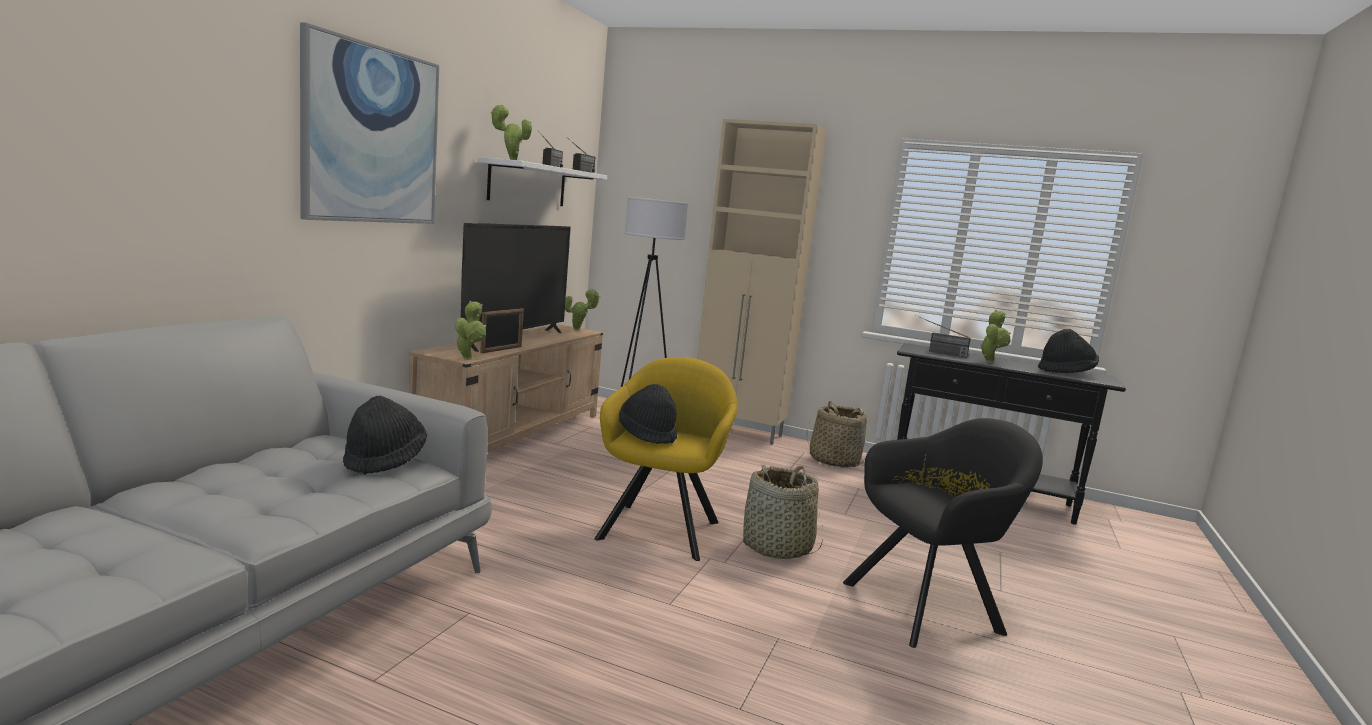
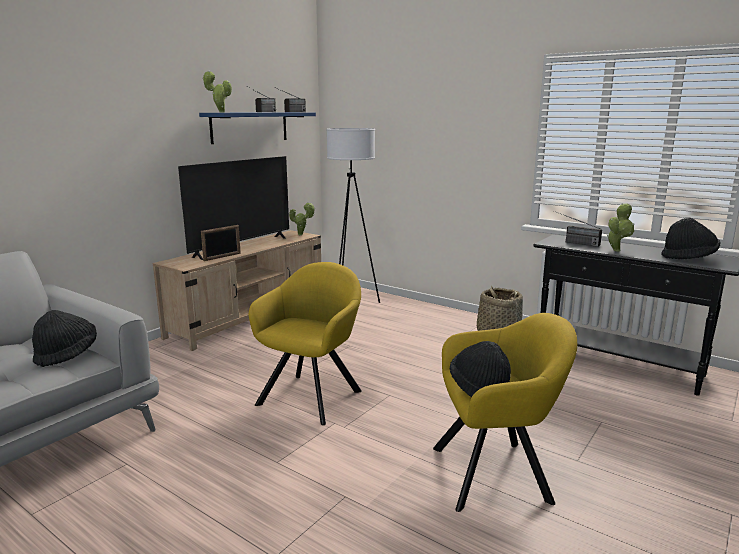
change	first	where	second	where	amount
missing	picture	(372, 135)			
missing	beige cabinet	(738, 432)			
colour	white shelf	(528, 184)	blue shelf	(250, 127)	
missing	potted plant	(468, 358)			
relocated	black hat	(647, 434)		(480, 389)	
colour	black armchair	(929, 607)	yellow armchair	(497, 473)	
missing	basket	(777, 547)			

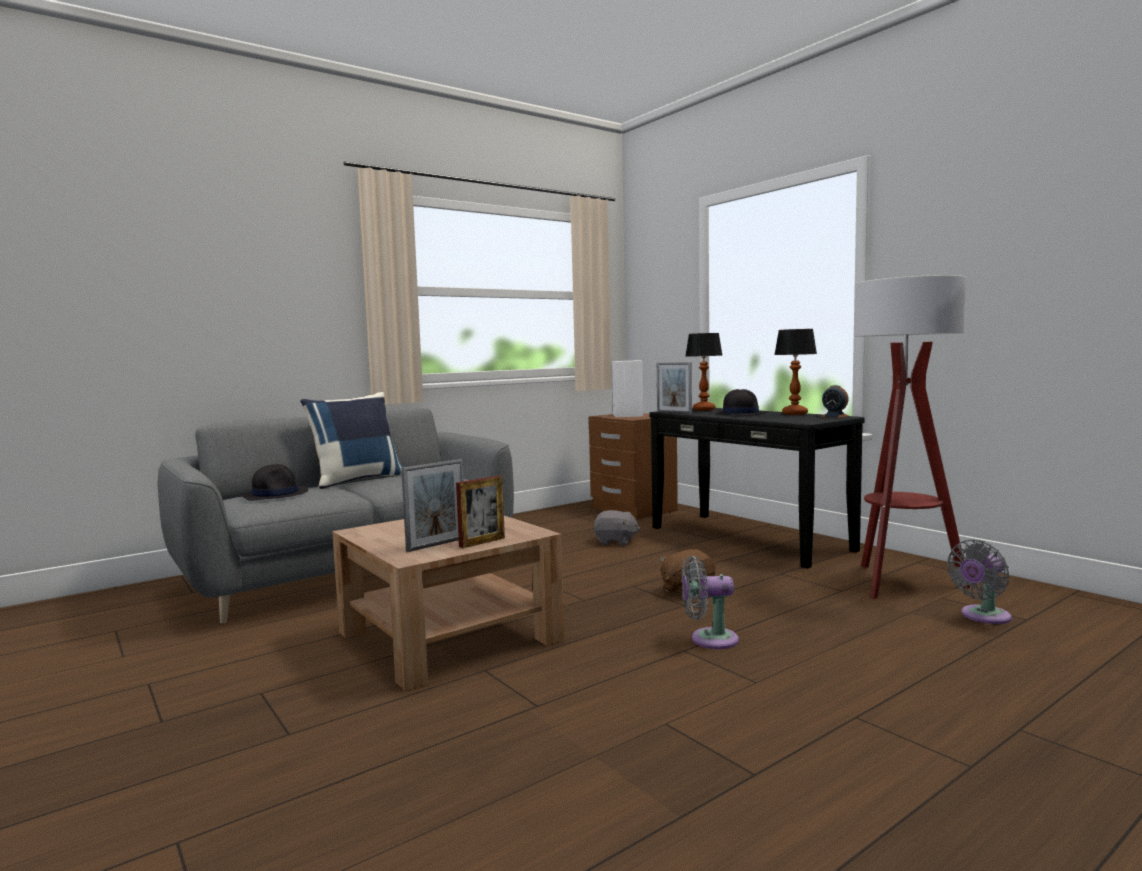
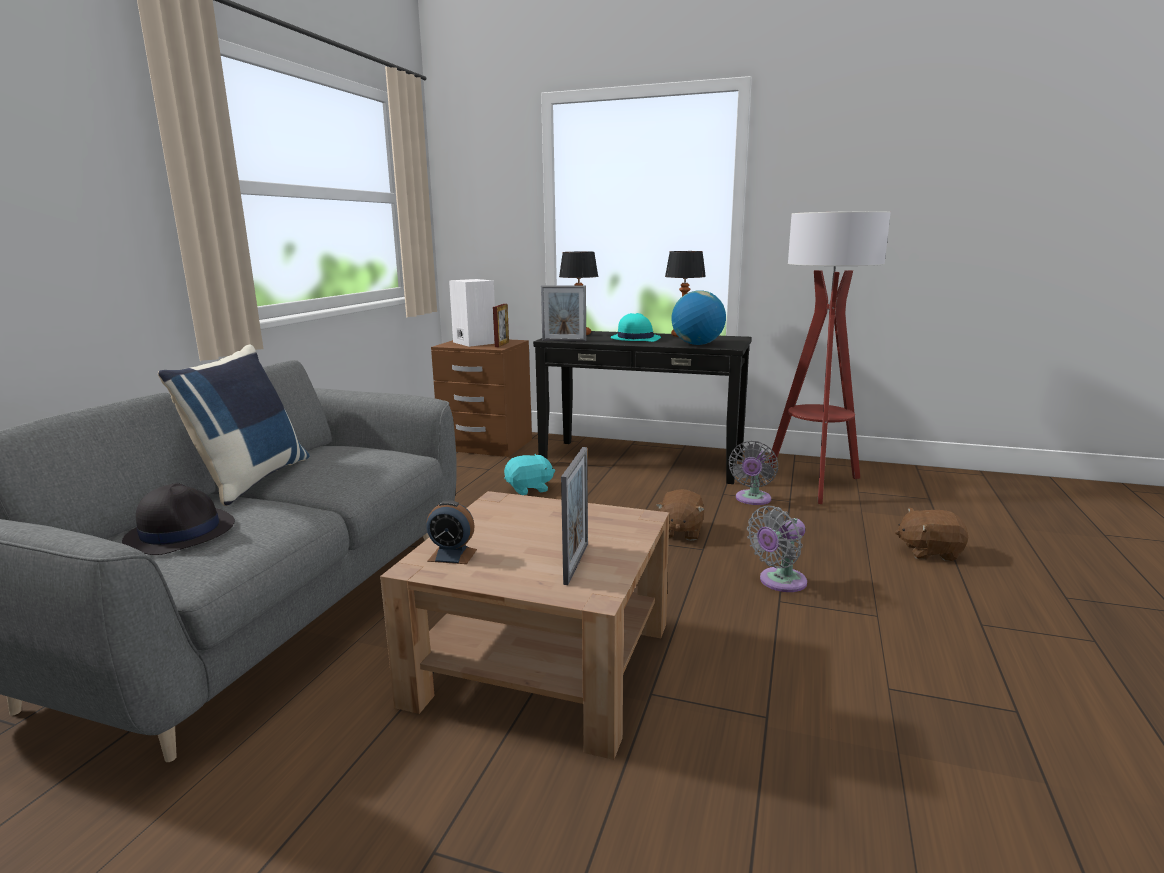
change	first	where	second	where	amount
relocated	alarm clock	(834, 416)		(452, 555)	
colour	black hat	(740, 413)	turquoise hat	(635, 338)	
relocated	picture frame	(482, 542)		(502, 344)	
colour	grey plush toy	(615, 542)	turquoise plush toy	(529, 489)	
relocated	grey fan	(982, 616)		(752, 499)	
appeared			globe	(697, 344)	
appeared			brown plush toy	(929, 552)	

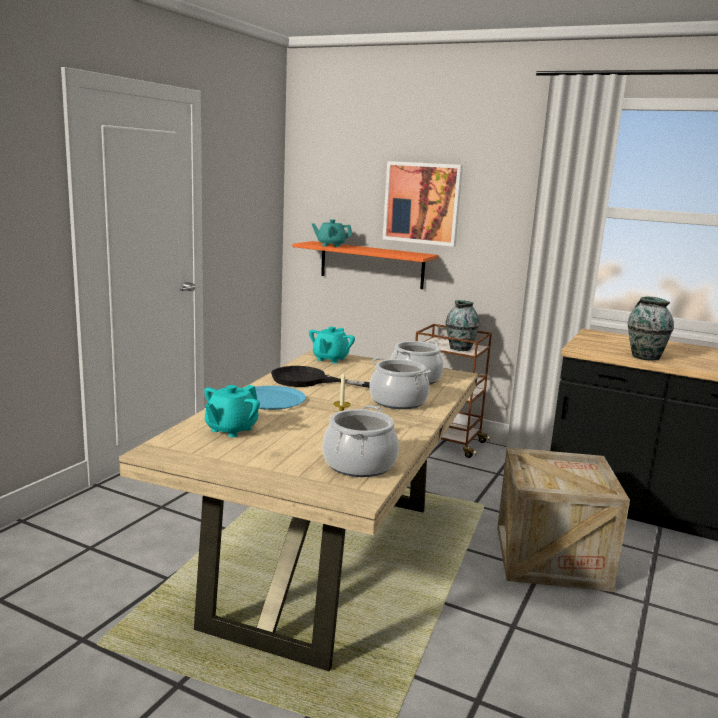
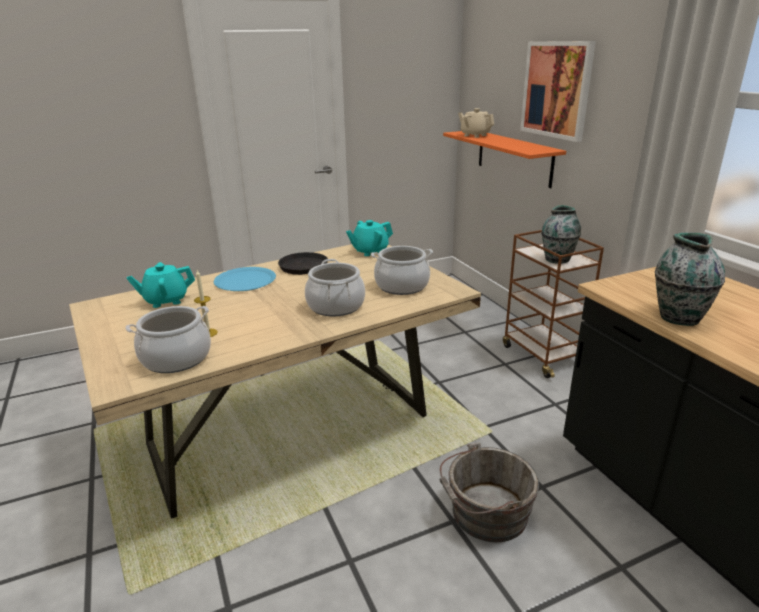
change	first	where	second	where	amount
colour	turquoise teapot	(331, 245)	beige teapot	(475, 135)	
exchanged	crate	(551, 557)	grey bucket	(485, 513)	

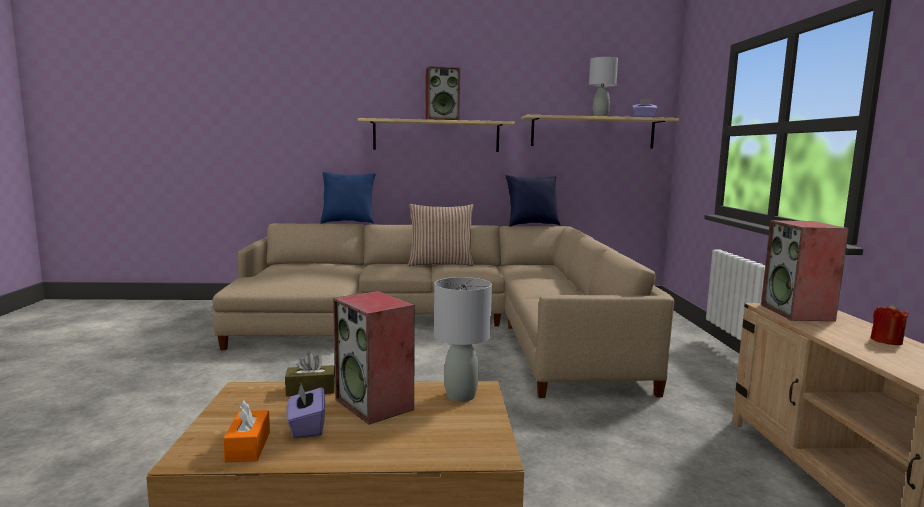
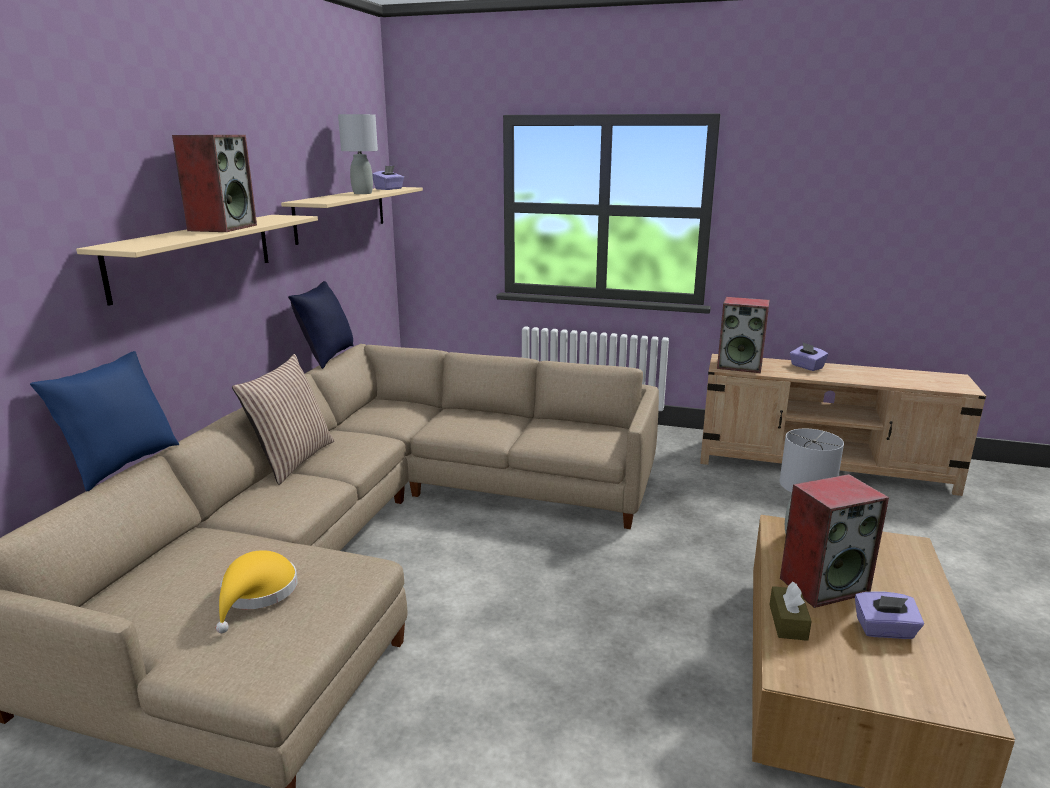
change	first	where	second	where	amount
exchanged	red candle	(886, 341)	purple tissue box	(806, 367)	
missing	orange tissue box	(248, 446)			
appeared			yellow hat	(257, 594)	

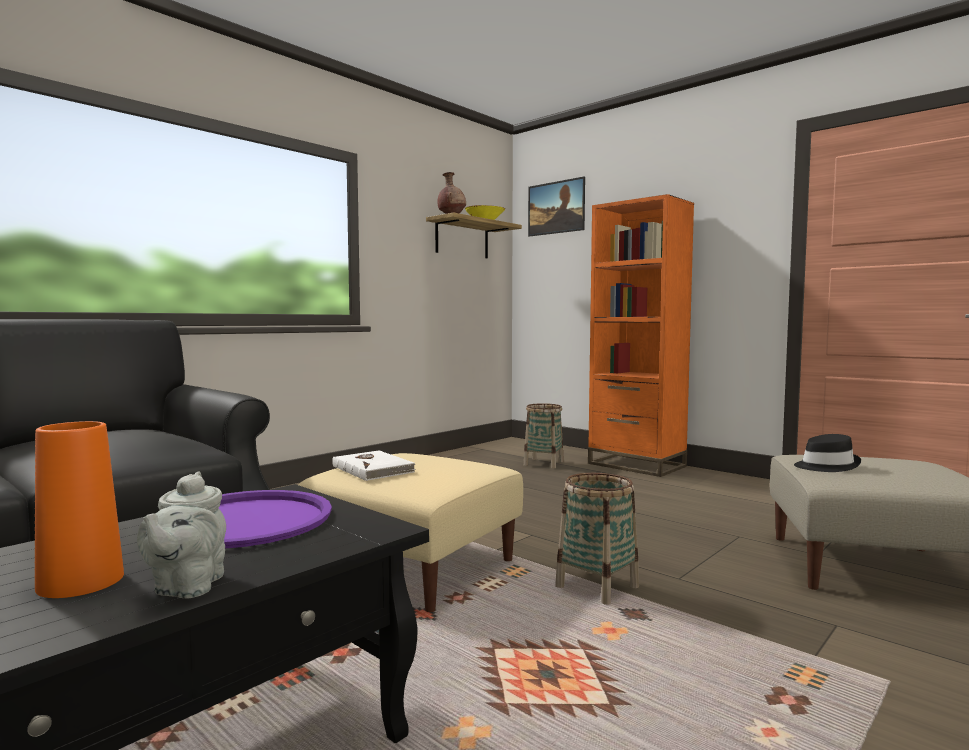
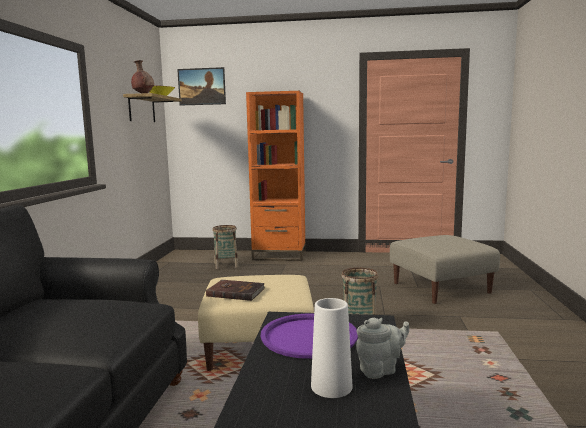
change	first	where	second	where	amount
colour	orange vase	(80, 581)	white vase	(331, 386)	
missing	black hat	(825, 466)			
colour	white book	(373, 469)	brown book	(235, 292)	
spun	grey teapot	(187, 587)		(380, 370)	75 degrees counterclockwise

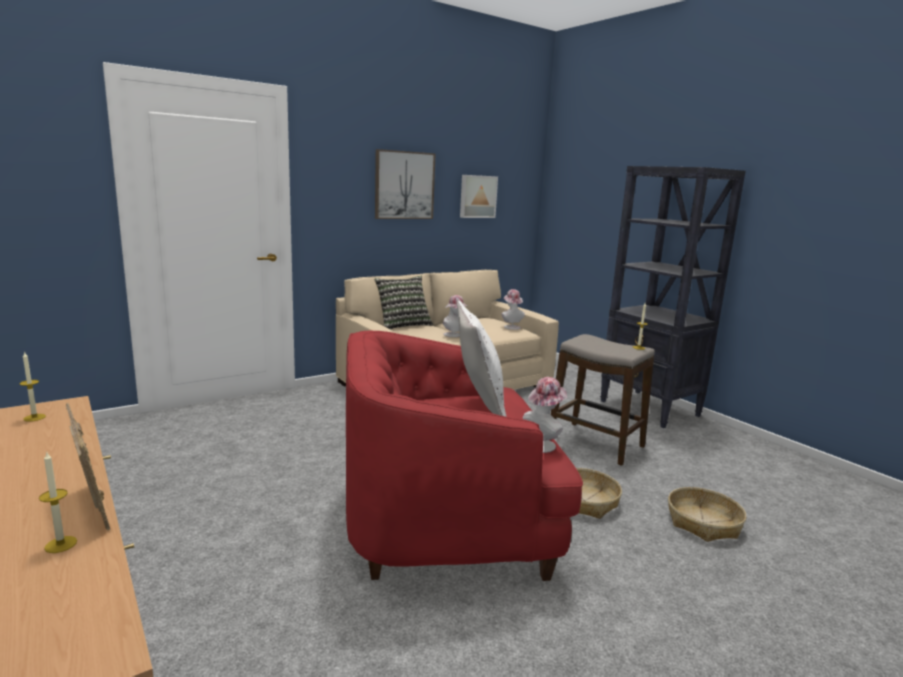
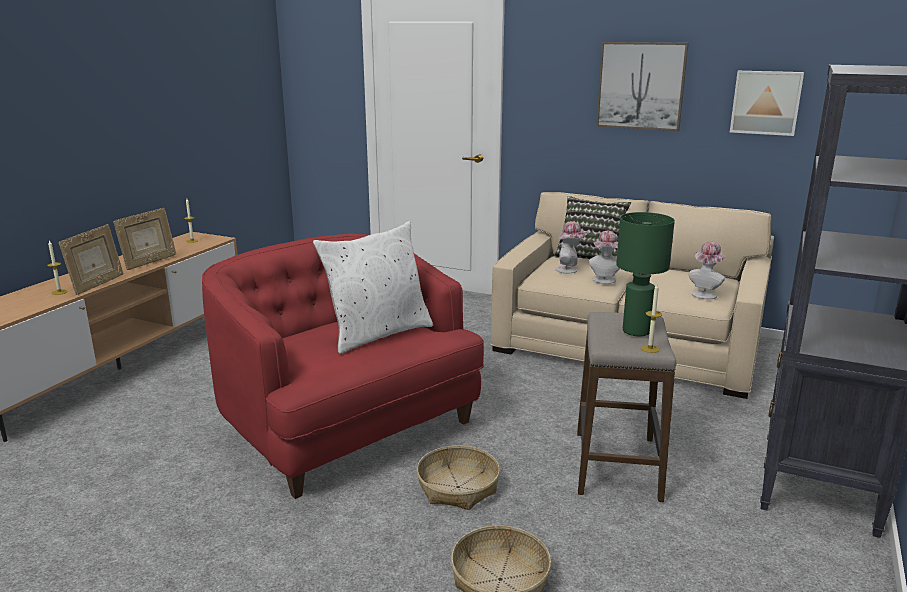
change	first	where	second	where	amount
relocated	hat	(542, 444)		(569, 270)	
appeared			picture frame	(149, 262)	
appeared			green table lamp	(637, 331)	

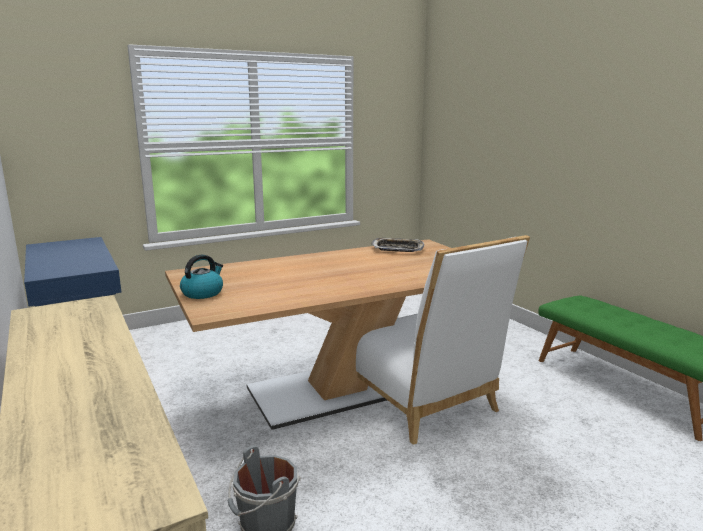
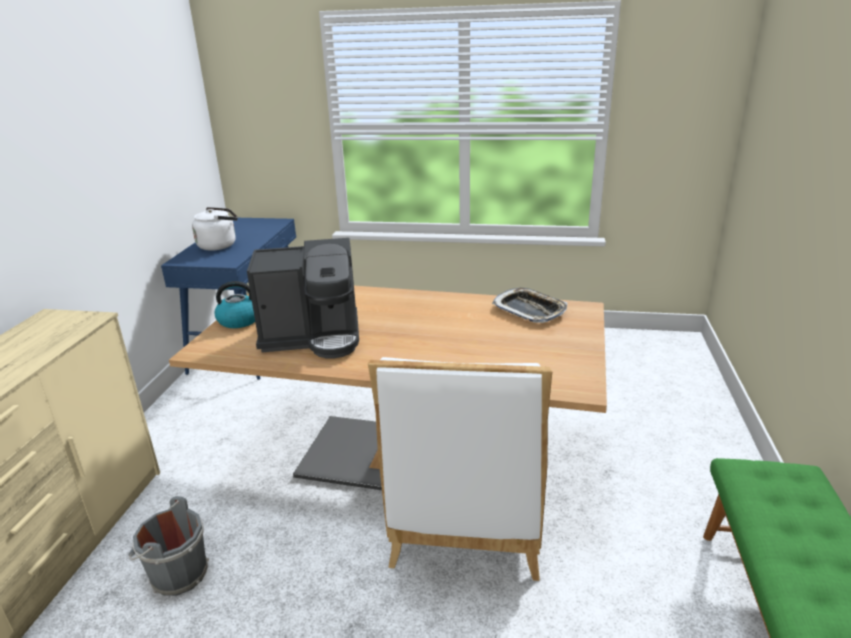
change	first	where	second	where	amount
appeared			white kettle	(219, 245)	
appeared			coffee machine	(313, 337)	

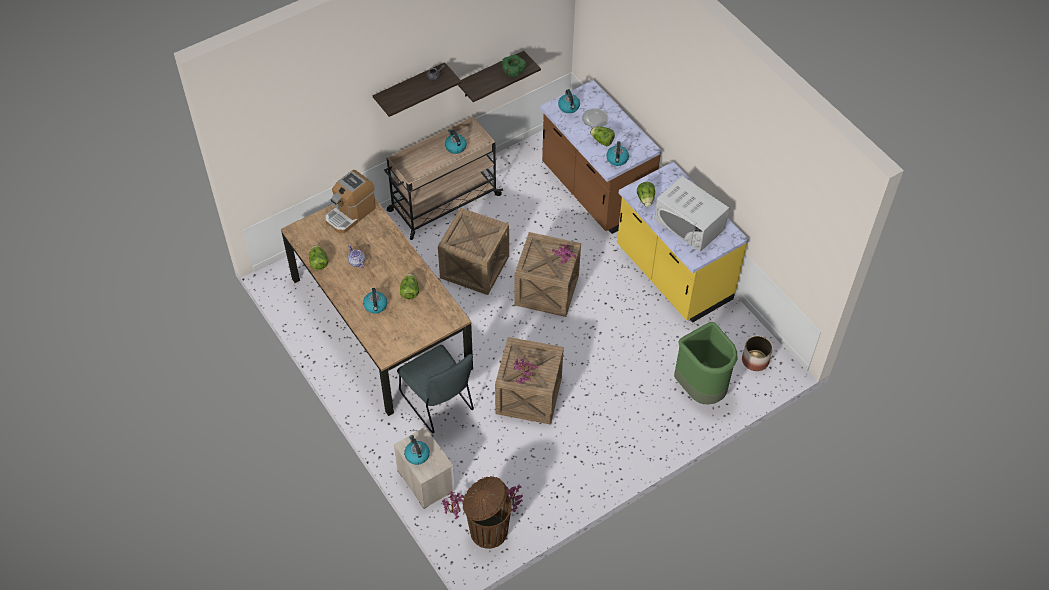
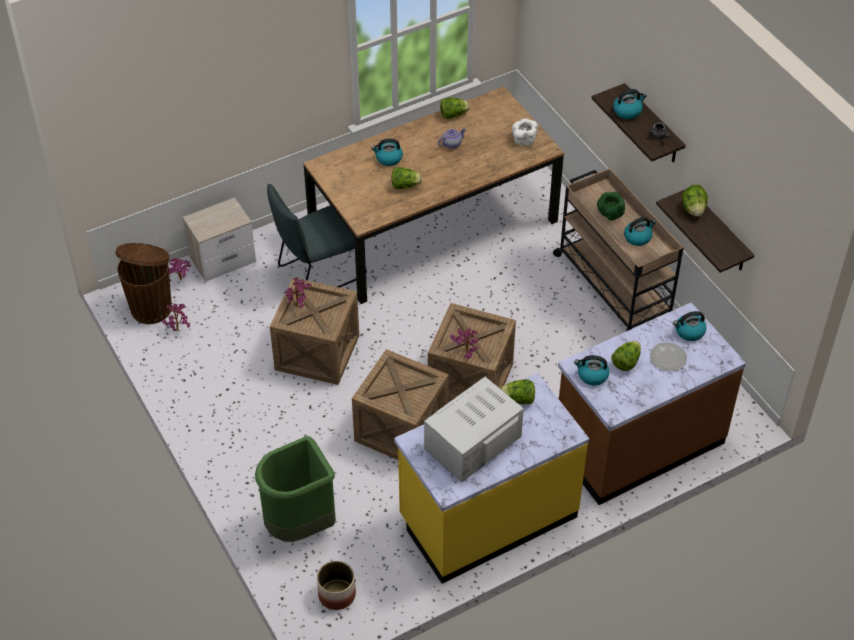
change	first	where	second	where	amount
relocated	green bowl	(513, 72)		(609, 213)	
exchanged	coffee machine	(350, 213)	white bowl	(523, 139)	
relocated	crate	(474, 267)		(401, 429)	
relocated	kettle	(416, 455)		(627, 111)	
appeared			lettuce	(693, 209)	

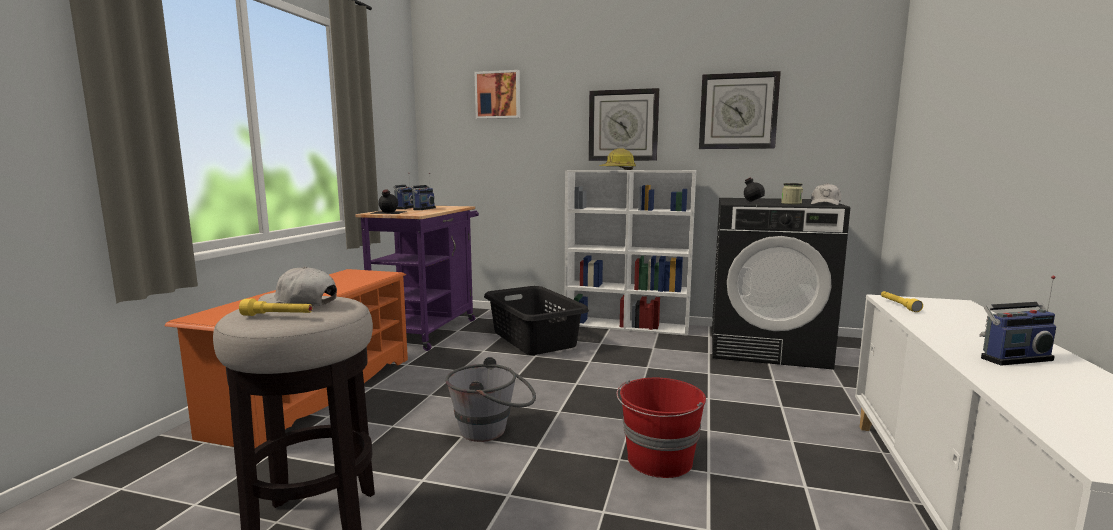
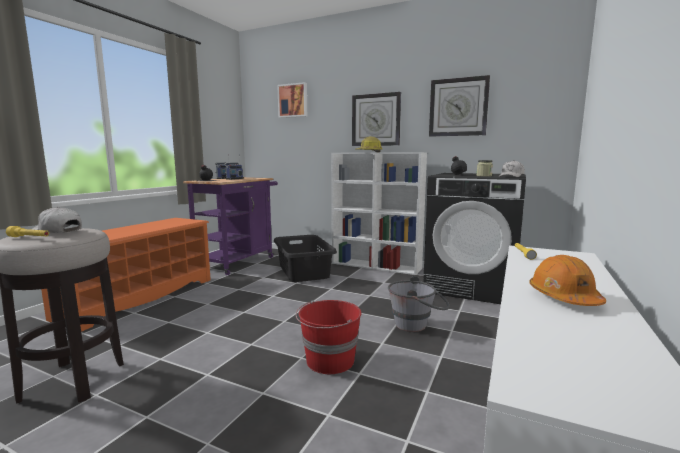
change	first	where	second	where	amount
exchanged	radio	(1012, 358)	orange hard hat	(563, 298)	
relocated	grey bucket	(493, 430)		(417, 325)	

